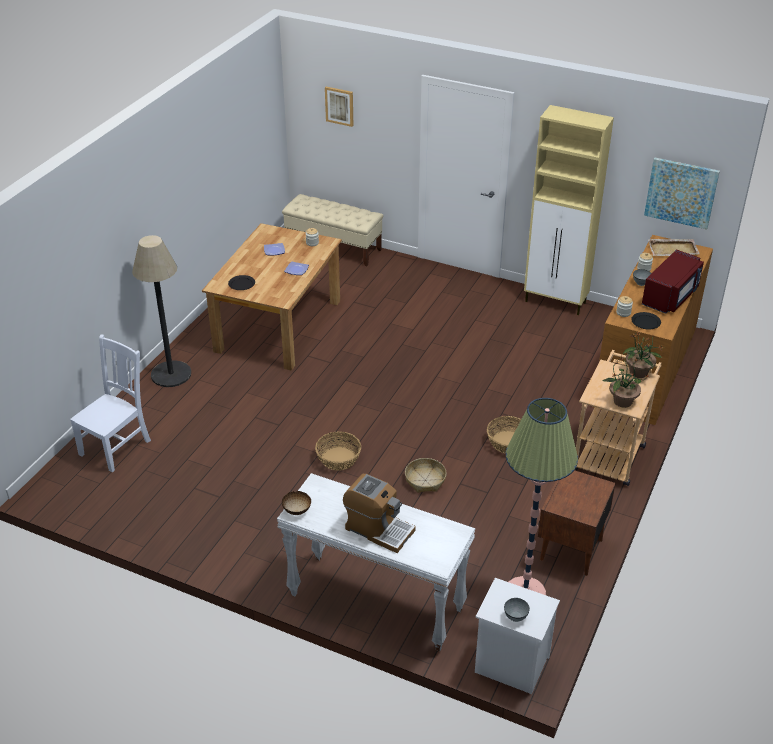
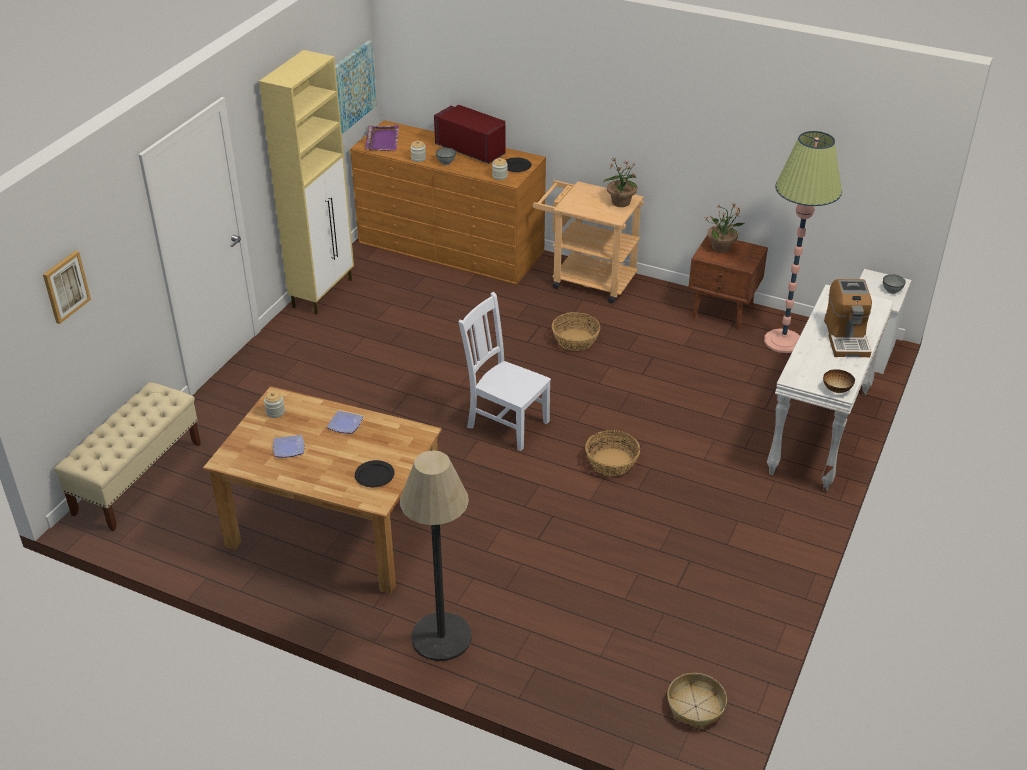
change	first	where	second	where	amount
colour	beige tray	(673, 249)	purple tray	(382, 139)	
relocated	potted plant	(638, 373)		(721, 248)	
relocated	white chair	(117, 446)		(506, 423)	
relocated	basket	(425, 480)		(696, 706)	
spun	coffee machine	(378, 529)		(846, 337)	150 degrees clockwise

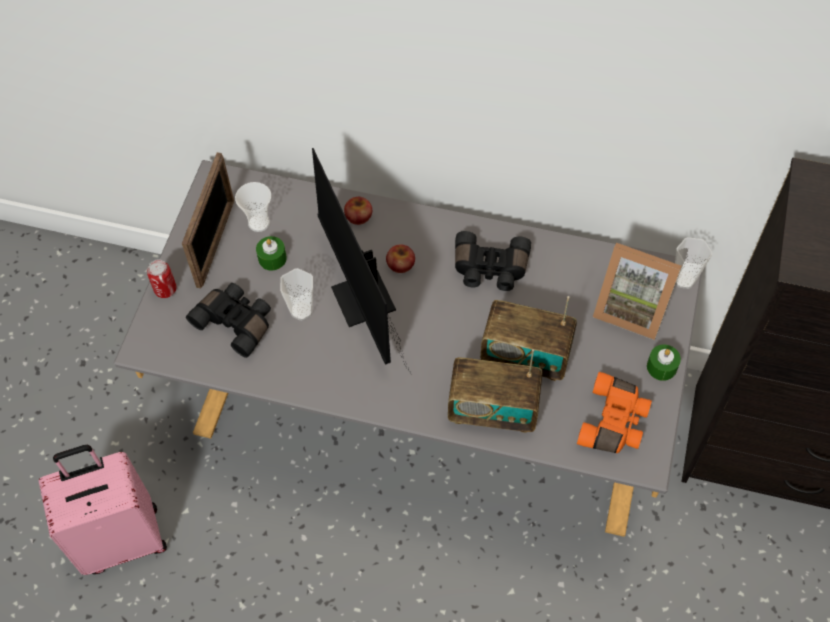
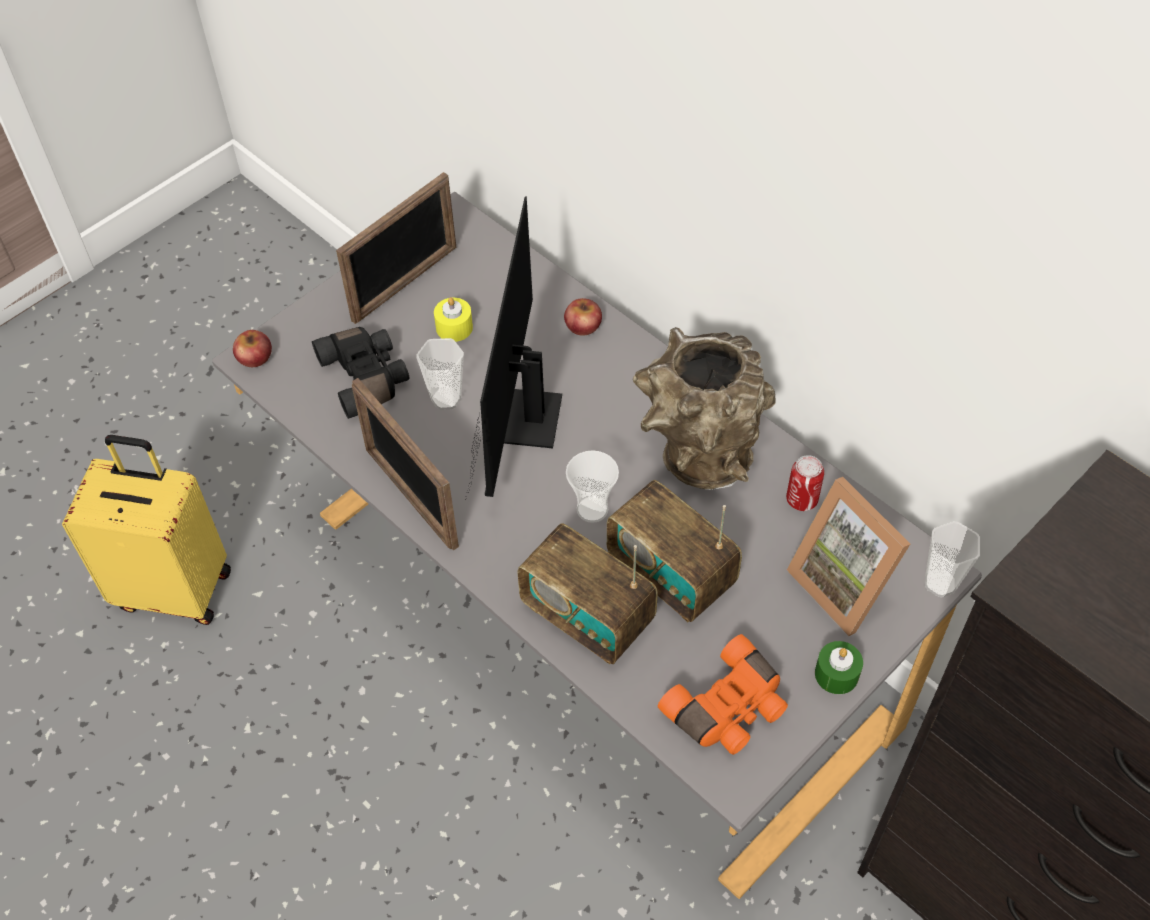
change	first	where	second	where	amount
relocated	cup	(259, 223)		(592, 509)	
exchanged	black binoculars	(490, 269)	brown vase	(697, 455)	
colour	green candle	(272, 258)	yellow candle	(454, 327)	
relocated	apple	(401, 264)		(255, 357)	
relocated	can	(165, 289)		(802, 499)	
colour	pink suitcase	(122, 538)	yellow suitcase	(175, 587)	
appeared			picture frame	(410, 497)	

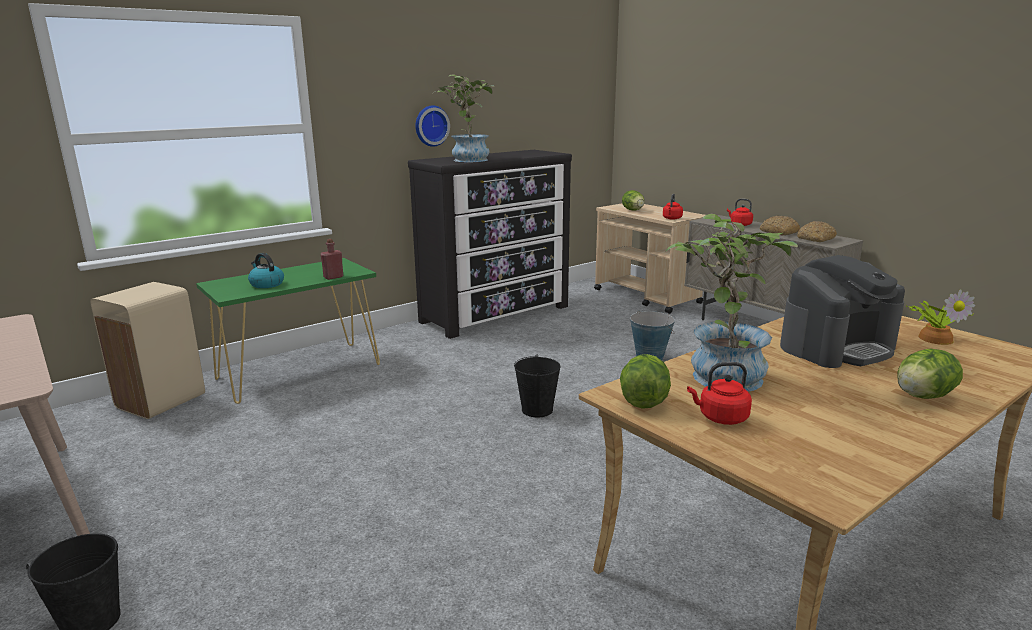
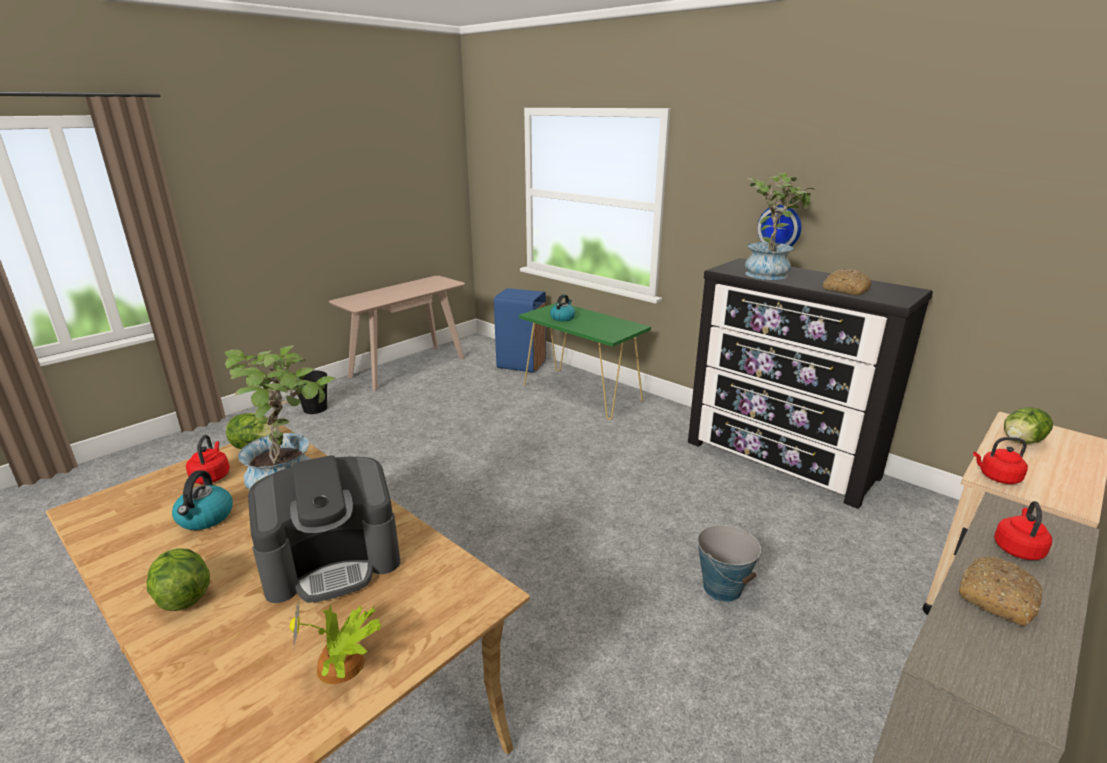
change	first	where	second	where	amount
relocated	bread	(816, 239)		(845, 290)	
missing	red bottle	(333, 277)			
spun	coffee machine	(837, 347)		(333, 561)	75 degrees counterclockwise
colour	beige trash can	(160, 401)	blue trash can	(521, 364)	
missing	black bucket	(537, 410)			
appeared			kettle	(205, 518)	

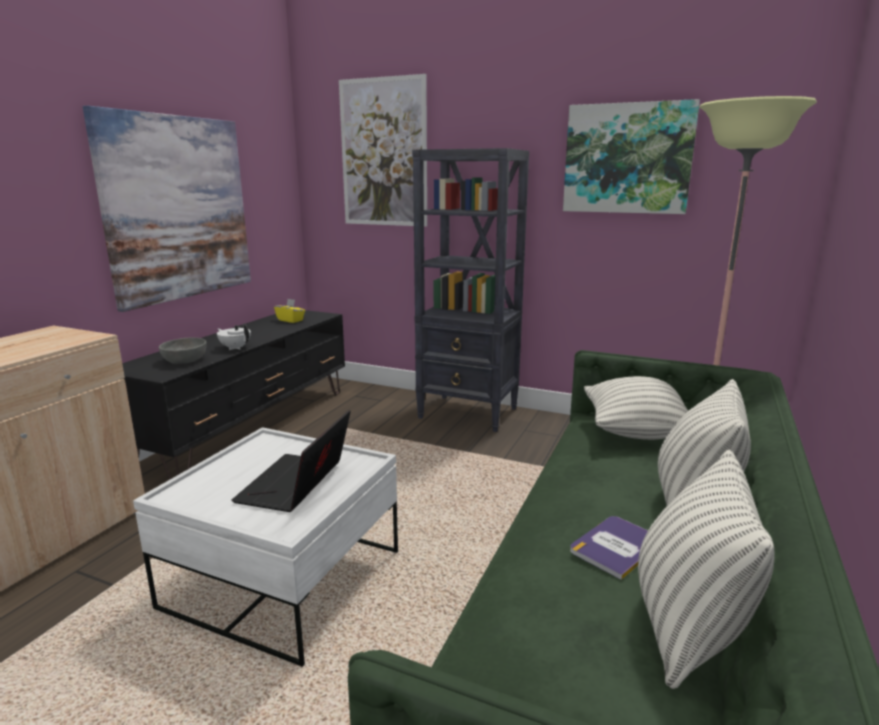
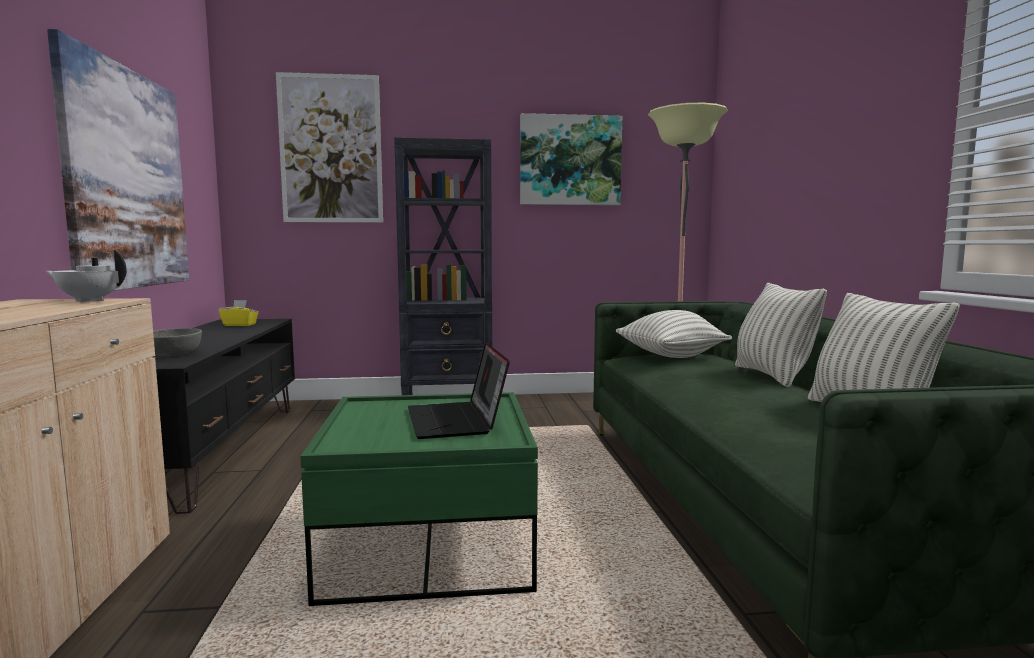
change	first	where	second	where	amount
relocated	white teapot	(235, 348)		(89, 300)	
colour	white coffee table	(284, 579)	green coffee table	(429, 545)	
missing	book	(616, 547)			

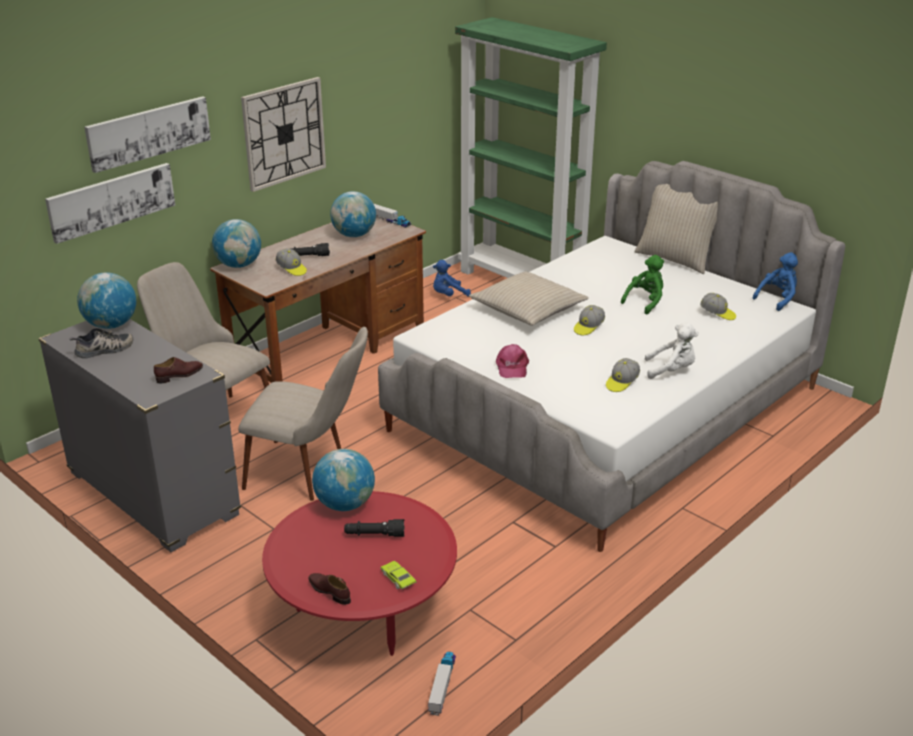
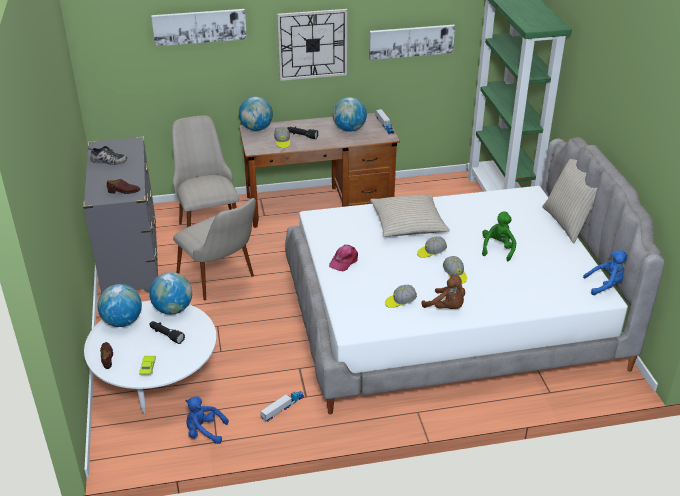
change	first	where	second	where	amount
relocated	picture	(111, 201)		(411, 41)	
spun	green plush toy	(645, 302)		(498, 249)	60 degrees counterclockwise
relocated	blue plush toy	(448, 295)		(204, 431)	
relocated	globe	(111, 325)		(122, 321)	
relocated	cap	(717, 314)		(455, 275)	
colour	white plush toy	(671, 370)	brown plush toy	(446, 307)	
colour	red coffee table	(363, 612)	white coffee table	(157, 381)	
relocated	toy truck	(442, 686)		(283, 408)	

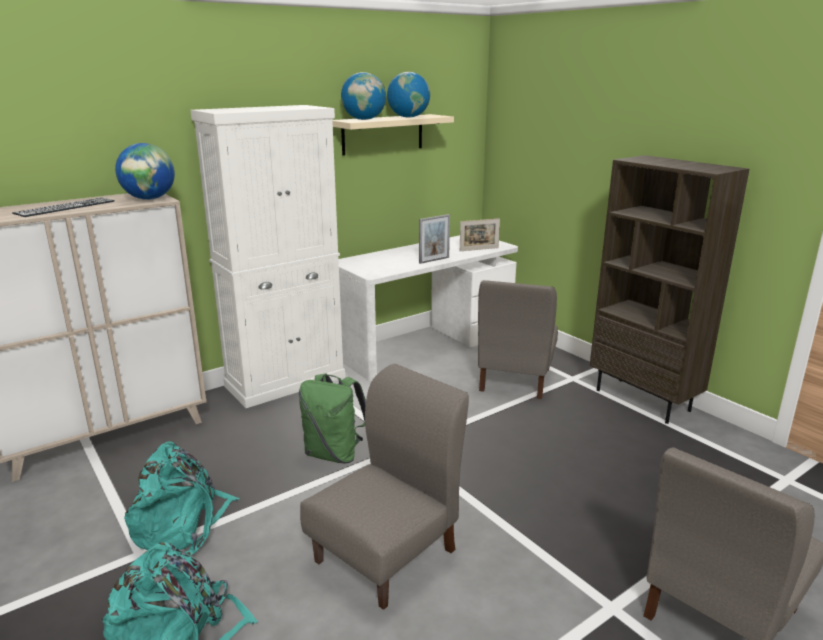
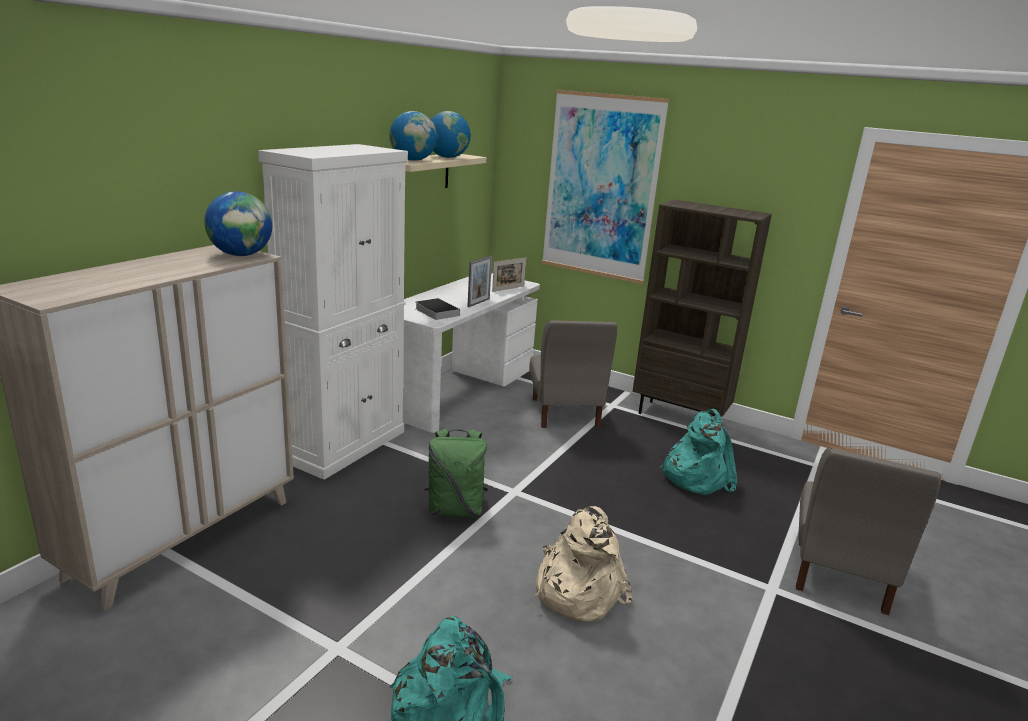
change	first	where	second	where	amount
missing	keyboard	(65, 207)			
exchanged	grey chair	(387, 555)	beige backpack	(576, 590)	
relocated	turquoise backpack	(183, 525)		(695, 476)	
appeared			picture	(601, 187)	
appeared			book	(435, 311)	

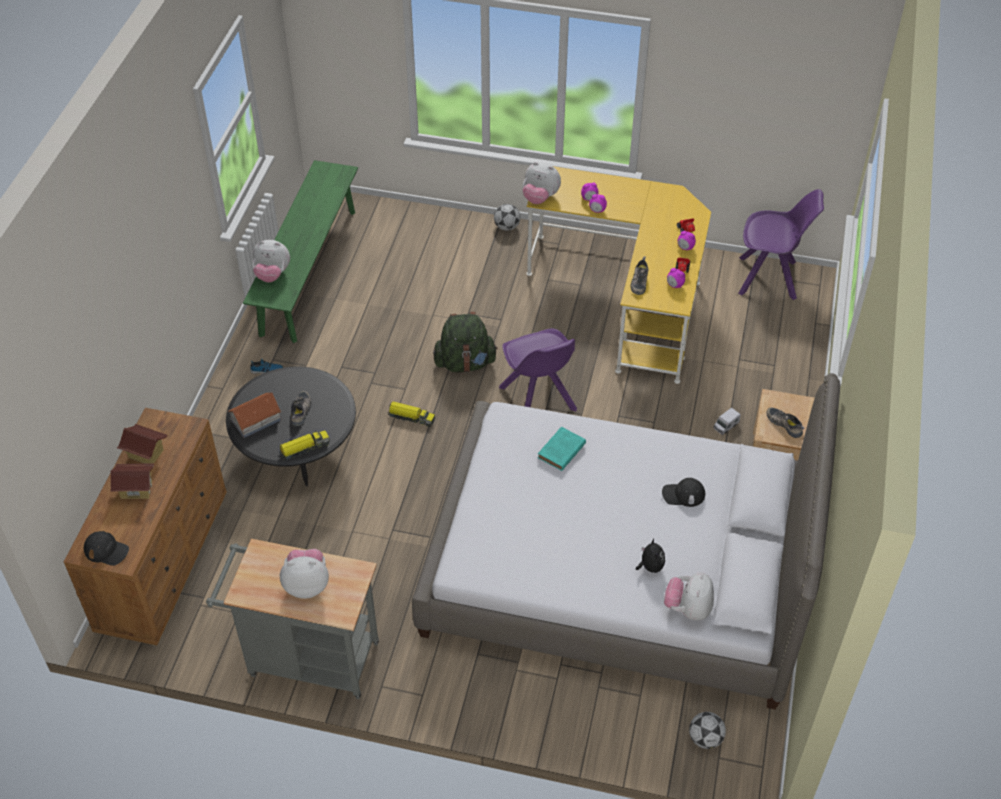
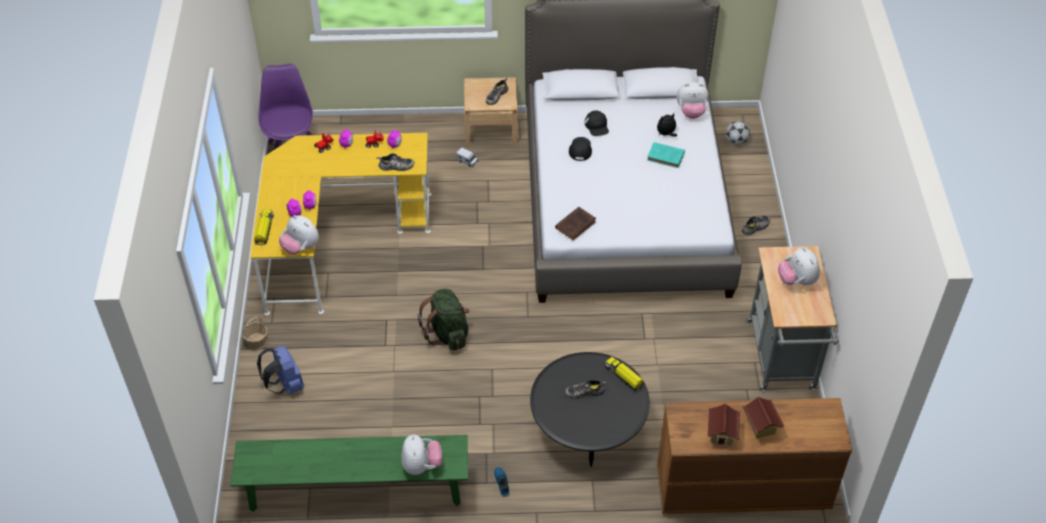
change	first	where	second	where	amount
spun	plush toy	(540, 198)		(301, 248)	120 degrees clockwise
exchanged	football	(507, 227)	basket	(257, 341)	
missing	purple chair	(538, 400)			
missing	toy house	(255, 420)			
relocated	toy truck	(411, 417)		(264, 230)	
relocated	turquoise book	(560, 451)		(666, 157)	
relocated	black cap	(106, 550)		(580, 149)	
appeared			brown book	(576, 224)	
appeared			shoe	(756, 227)	
appeared			blue backpack	(285, 385)	

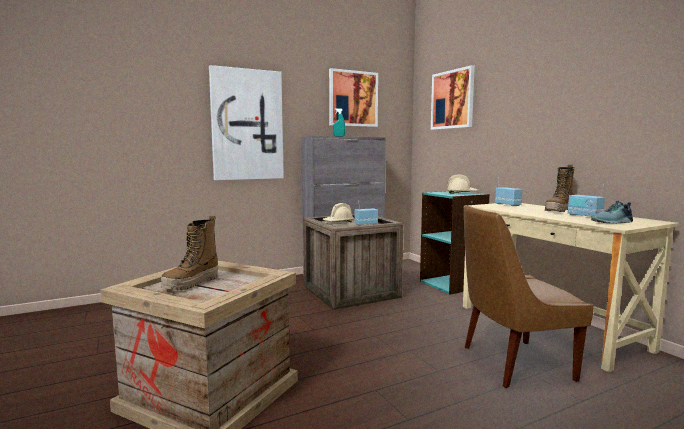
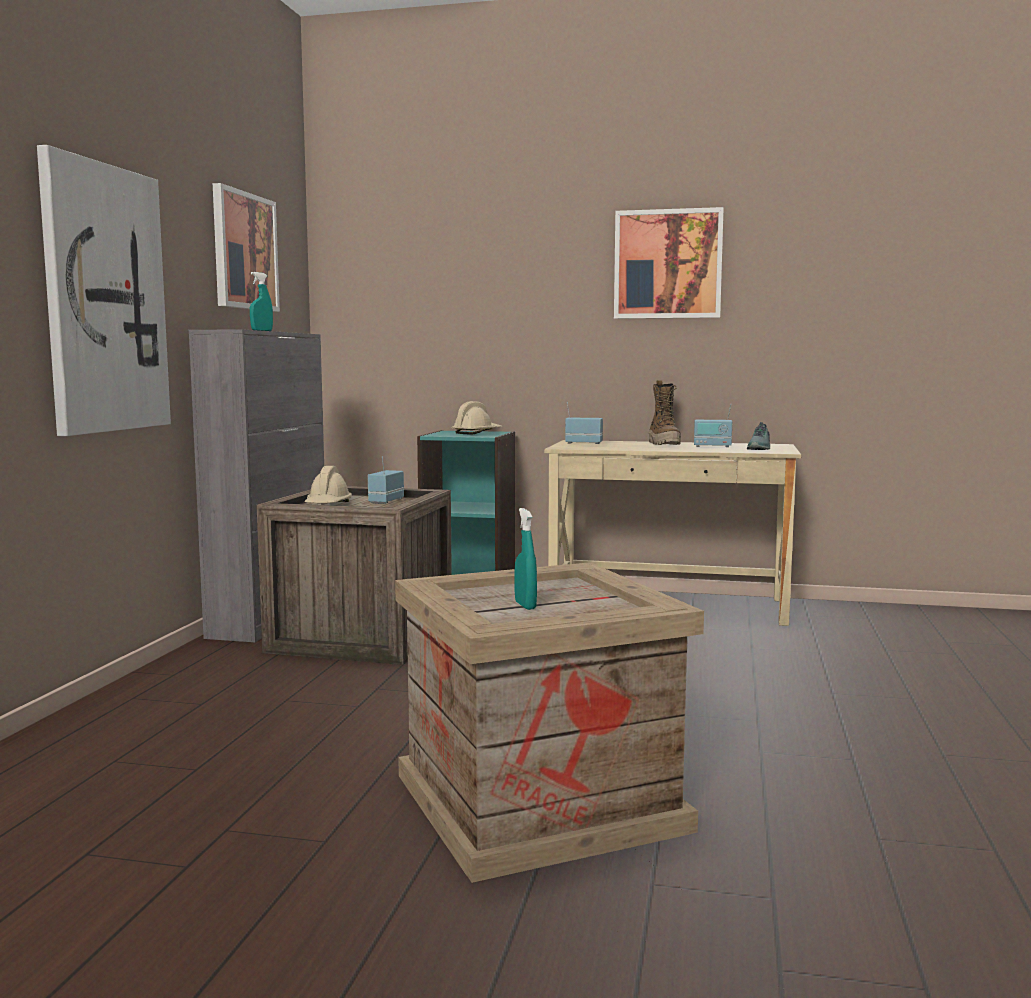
change	first	where	second	where	amount
relocated	picture	(452, 99)		(668, 264)	
missing	brown chair	(512, 363)			
exchanged	boot	(191, 284)	turquoise spray bottle	(525, 605)	

